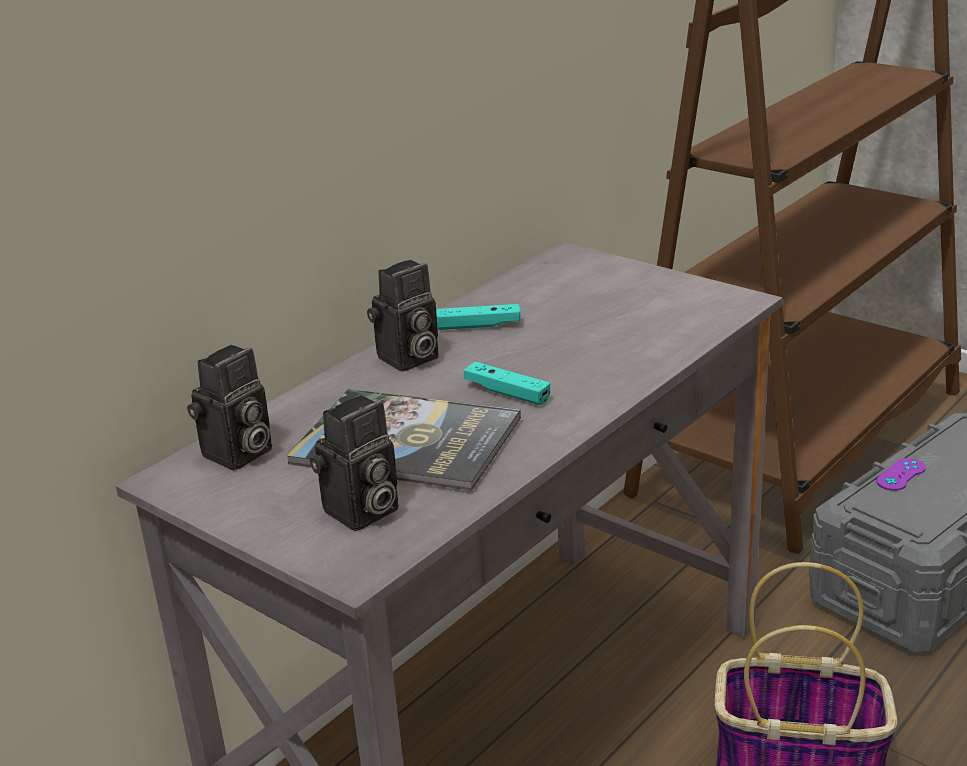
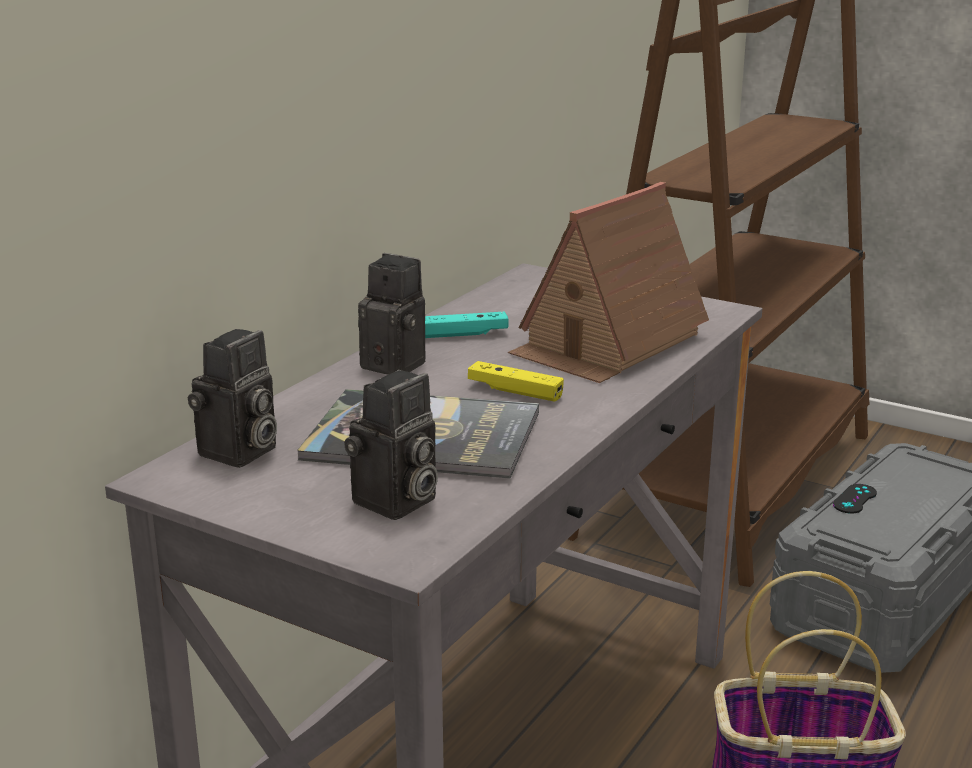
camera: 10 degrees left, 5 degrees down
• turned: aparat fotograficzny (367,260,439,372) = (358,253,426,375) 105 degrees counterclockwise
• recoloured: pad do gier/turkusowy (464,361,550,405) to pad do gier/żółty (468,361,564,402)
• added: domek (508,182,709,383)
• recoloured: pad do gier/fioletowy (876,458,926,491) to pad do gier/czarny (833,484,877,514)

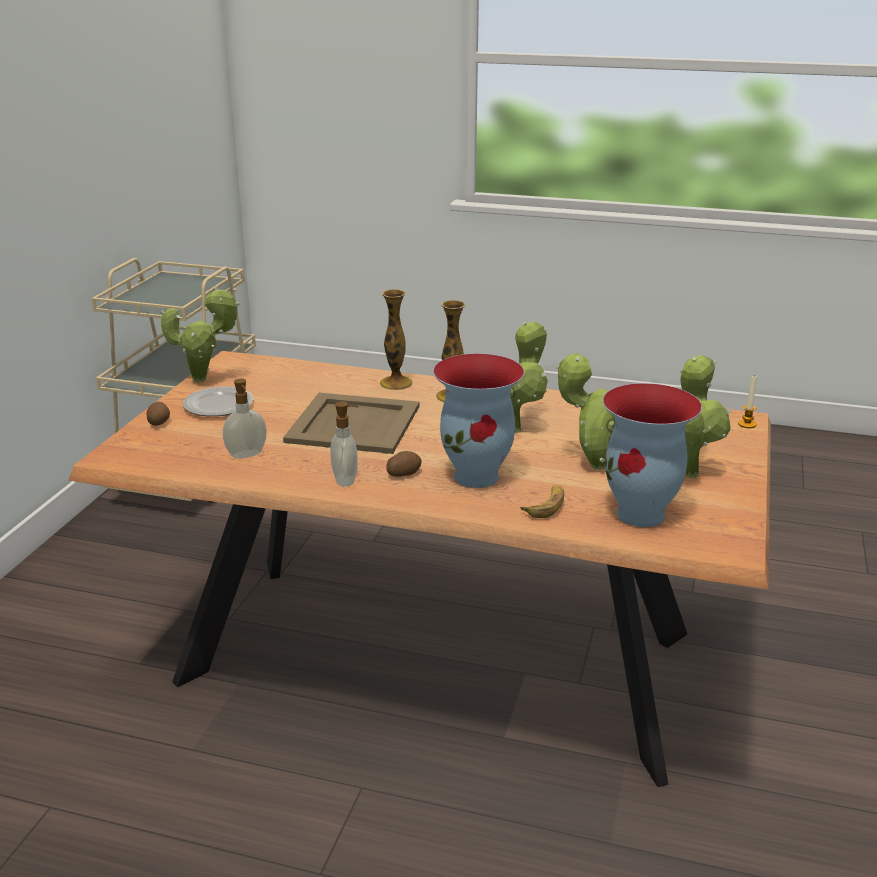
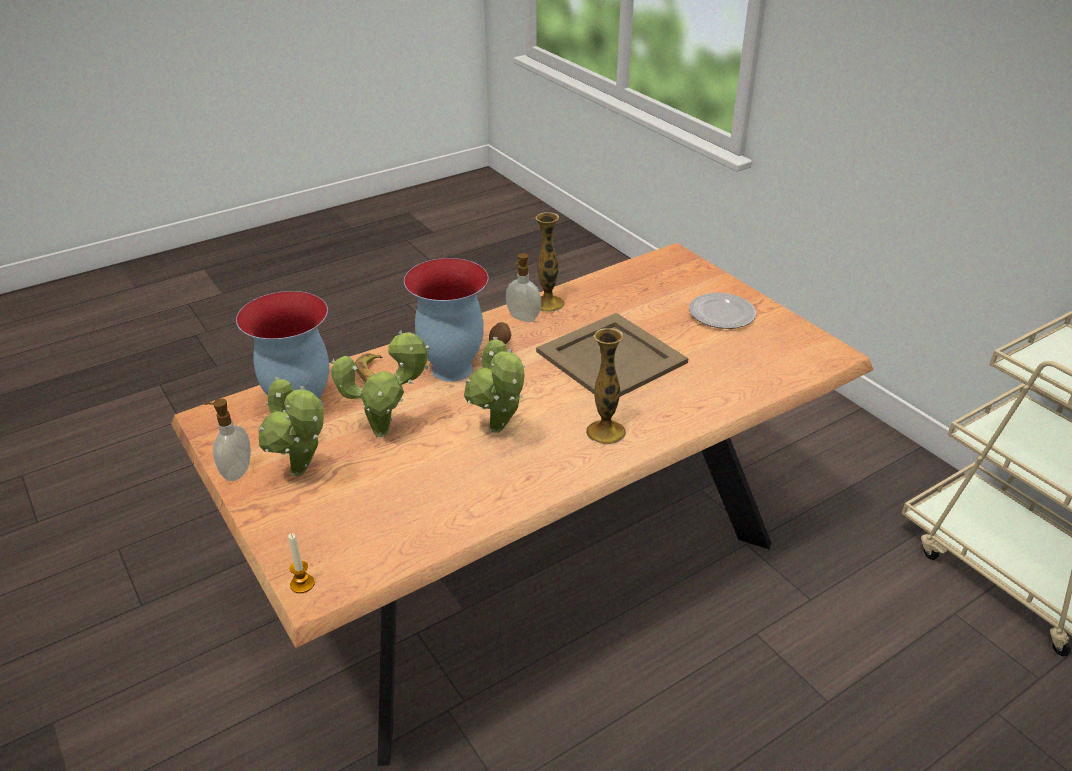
camera: 130 degrees right, 10 degrees up
• moved: dozownik mydła (223,379,267,459) to (204,399,251,481)
• moved: wazon (380,289,412,390) to (535,212,565,312)
• removed: ziemniak (147,402,170,426)
• removed: roślina doniczkowa (161,287,240,383)

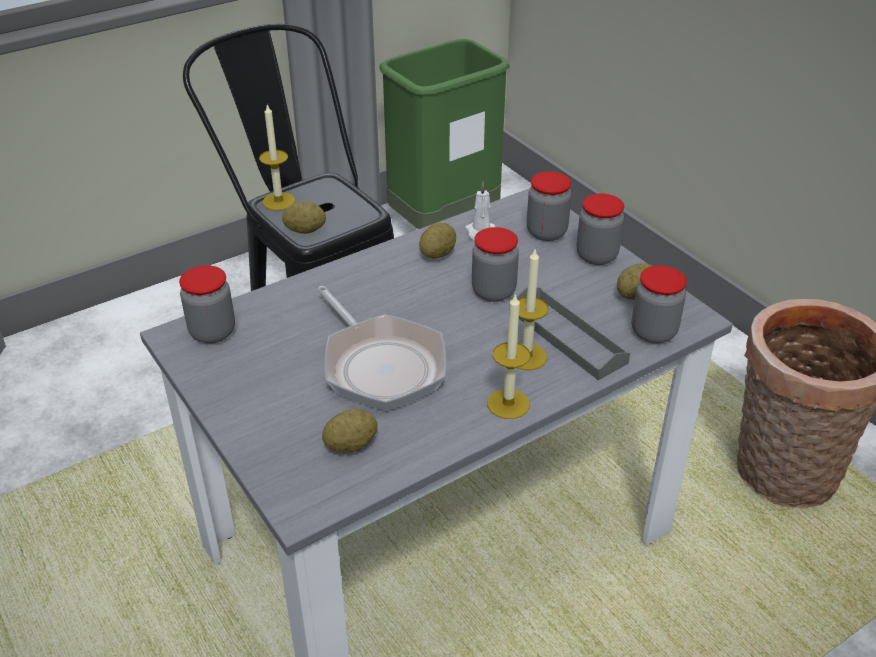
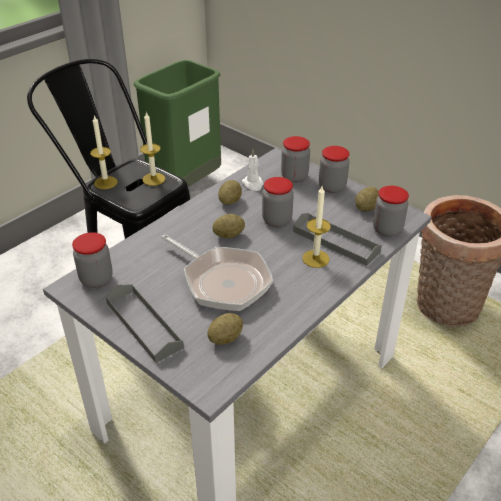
camera: 15 degrees left, 0 degrees up
• added: taca/szary (106,284,184,363)
• moved: świeca (487,293,530,419) to (140,113,165,186)
• moved: ziemniak (282,202,326,234) to (212,214,245,238)

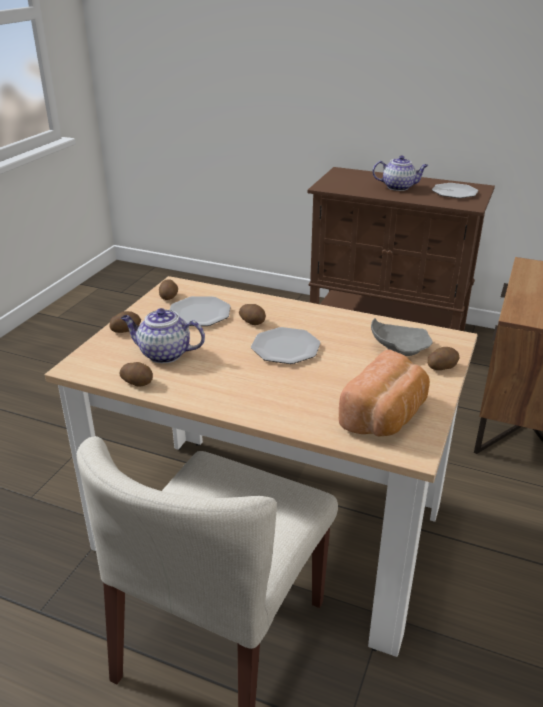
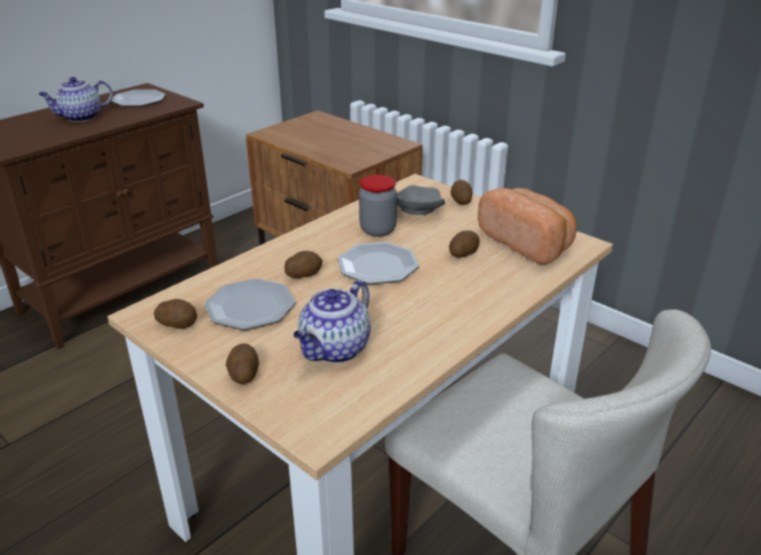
camera: 70 degrees left, 0 degrees up
• turned: imbryk (372,155,428,191) = (39,77,113,122) 150 degrees counterclockwise
• added: słoik (359,175,397,237)
• moved: ziemniak (120,362,153,386) to (449,230,480,258)

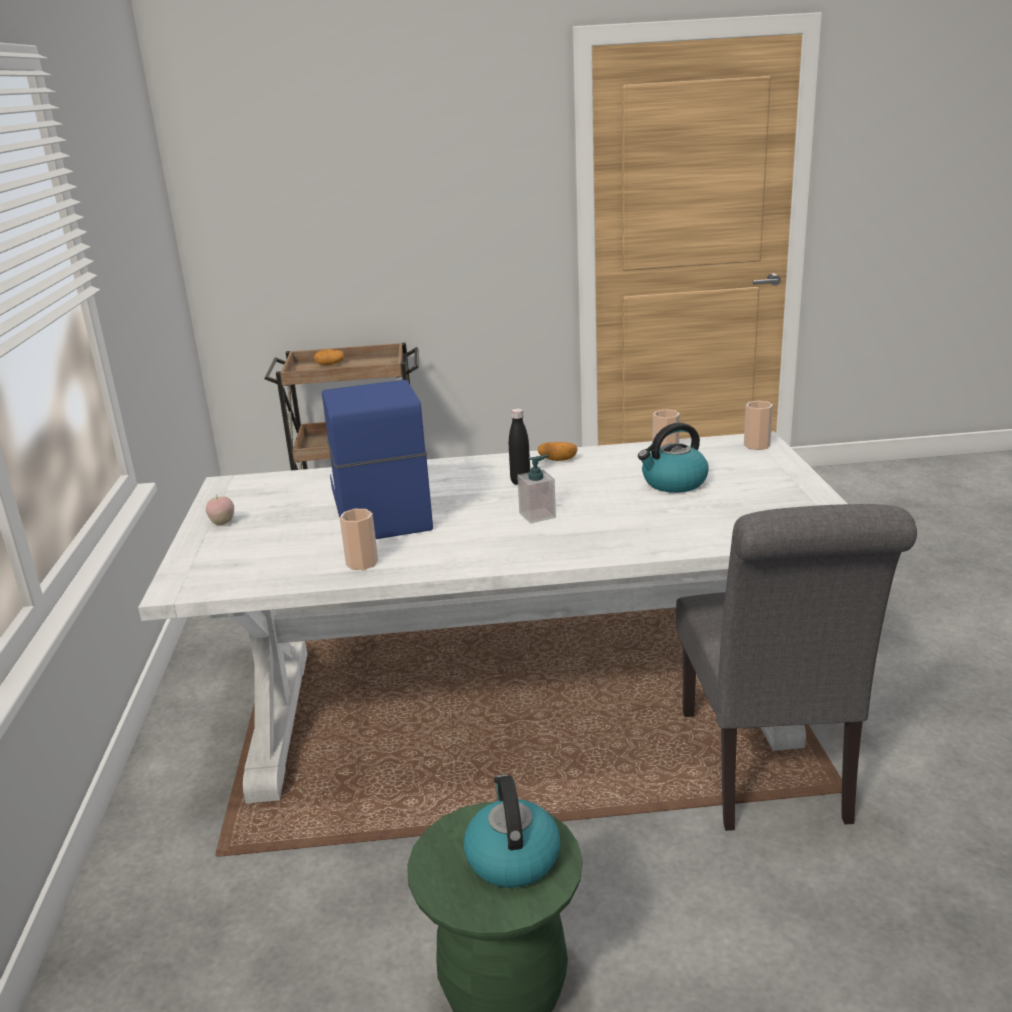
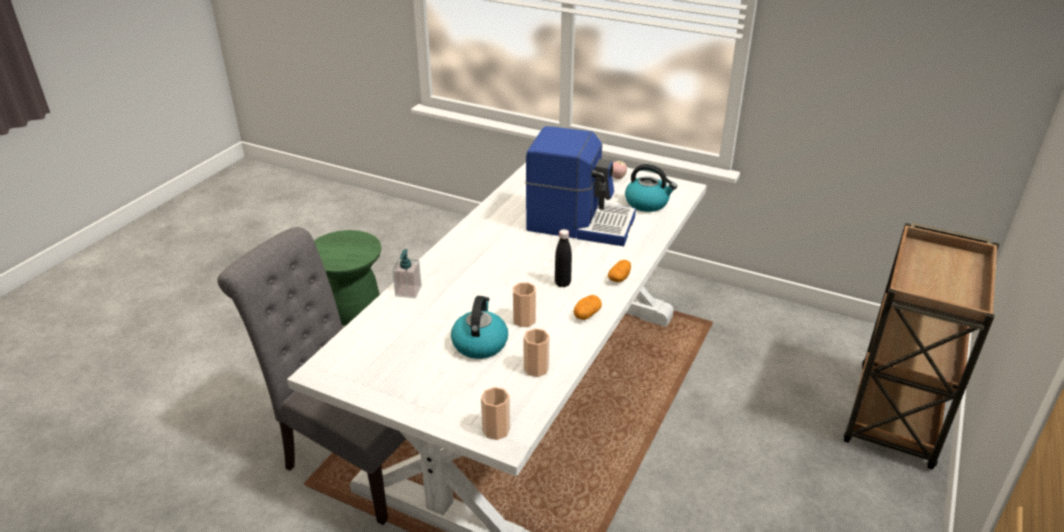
camera: 120 degrees right, 10 degrees up
• moved: dozownik mydła (517,455,556,523) to (392,249,422,298)
• moved: filiżanka (339,509,378,570) to (513,282,536,327)
• moved: ziemniak (314,349,344,365) to (608,260,631,282)
• moved: czajnik (464,775,560,888) to (625,164,677,212)

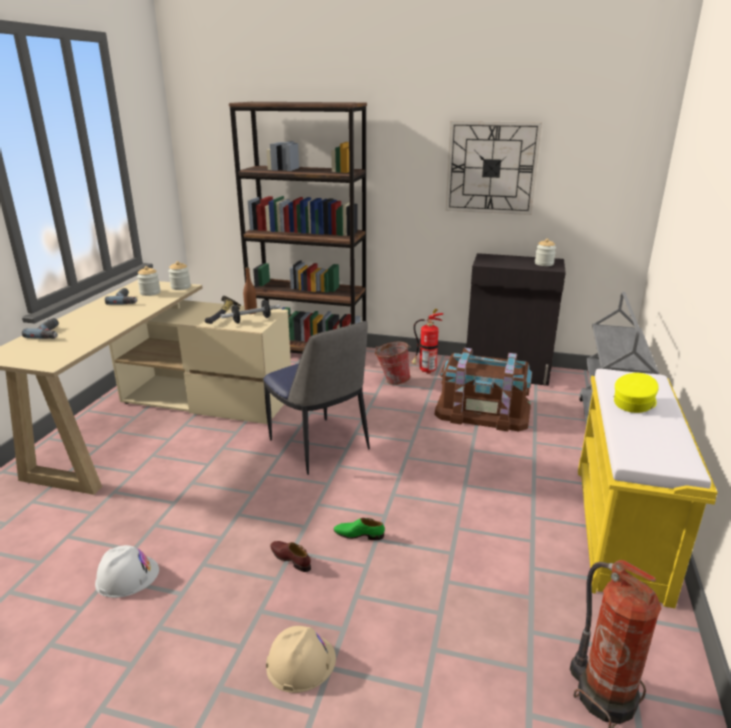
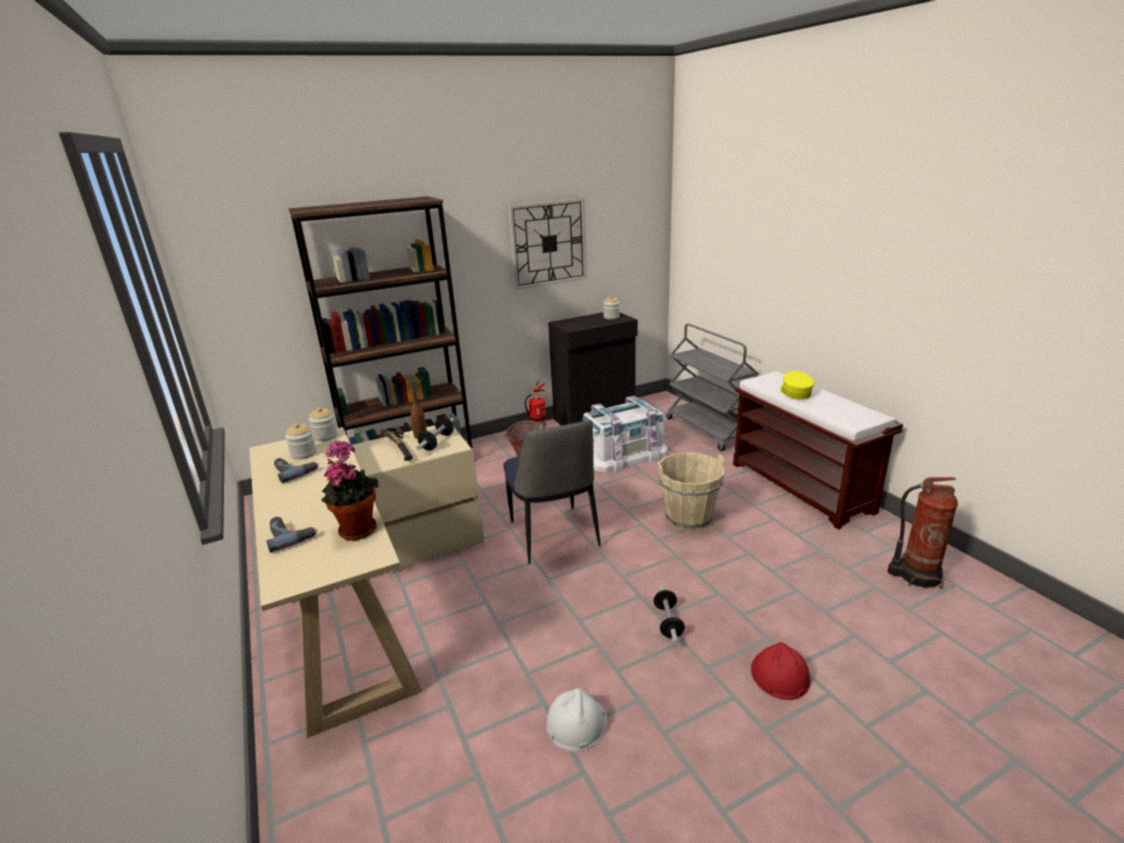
camera: 40 degrees left, 0 degrees up
• added: roślina doniczkowa (321,441,378,541)
• turned: krzesło (263,321,370,475) = (503,420,601,564) 60 degrees clockwise
• recoloured: pojemnik do przechowywania/brązowy (435,348,532,431) to pojemnik do przechowywania/biały (583,396,668,473)
• replaced: but/brązowy (270,541,311,572) to hantel (654,586,685,645)
• added: wiadro/beżowy (657,452,725,530)
• recoloured: ławka/żółty (578,369,718,608) to ławka/brązowy (733,371,903,530)
• recoloured: kask/beżowy (266,626,336,693) to kask/czerwony (751,642,811,700)
• removed: but/zielony (334,518,385,540)

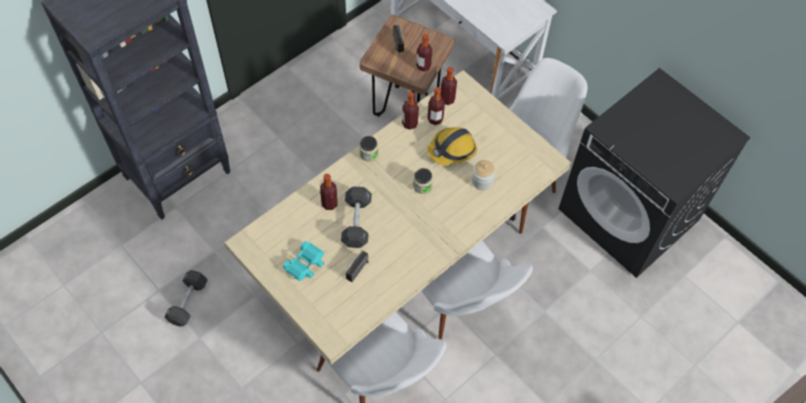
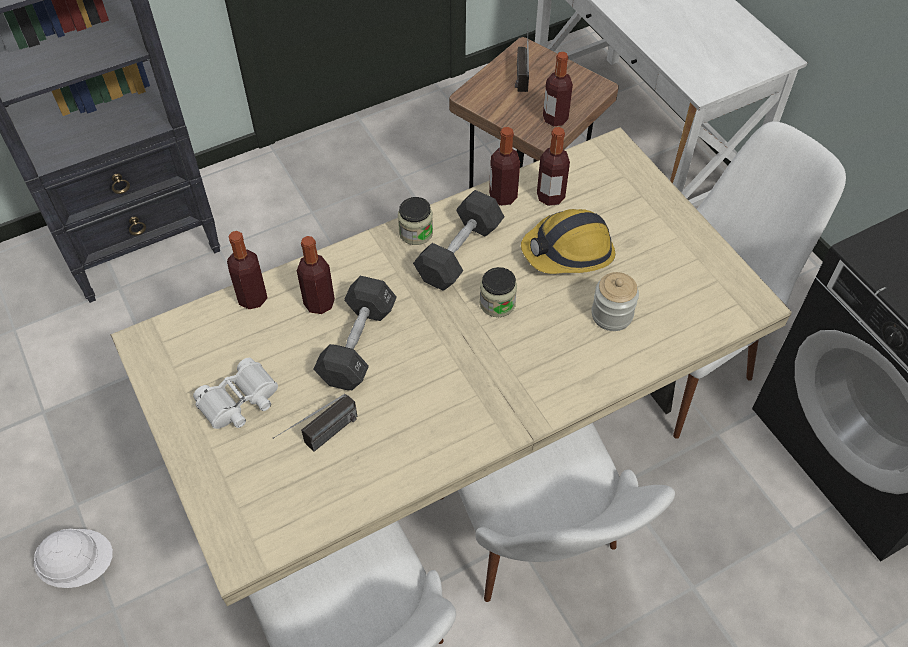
camera: 15 degrees right, 5 degrees down
• added: kask/biały (34,529,113,588)
• recoloured: lornetka/turkusowy (283,241,324,281) to lornetka/biały (193,358,278,429)
• moved: butelka (441,67,457,105) to (227,231,268,309)
• moved: hantel/czarny (165,270,208,327) to (413,190,504,291)

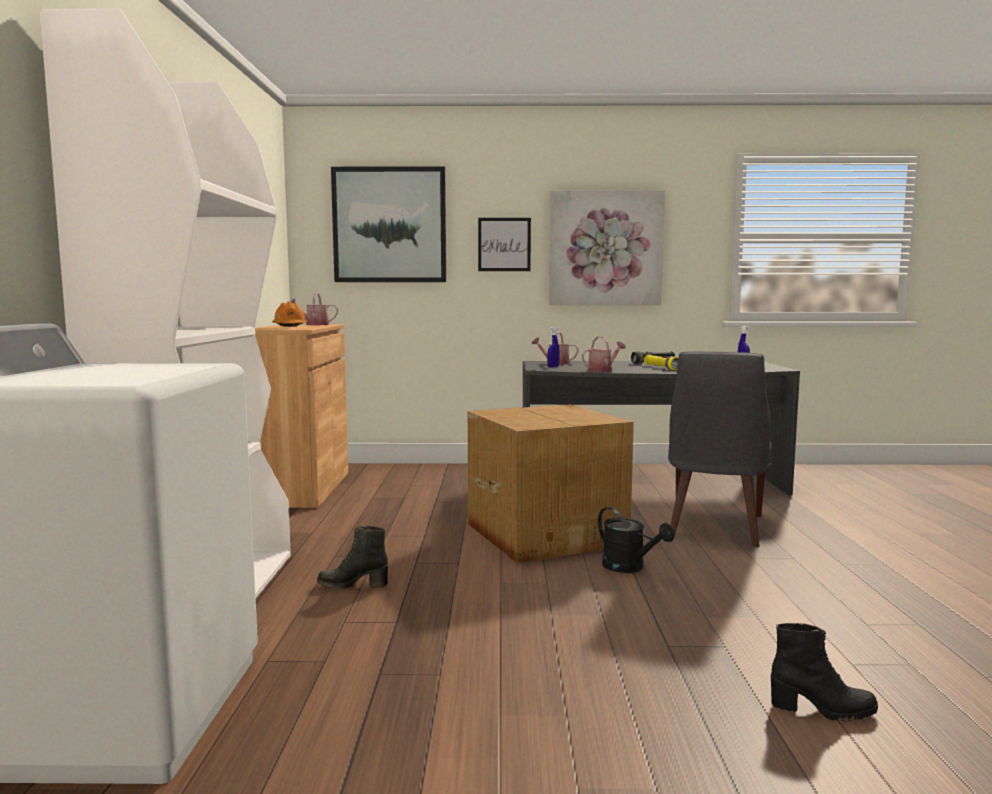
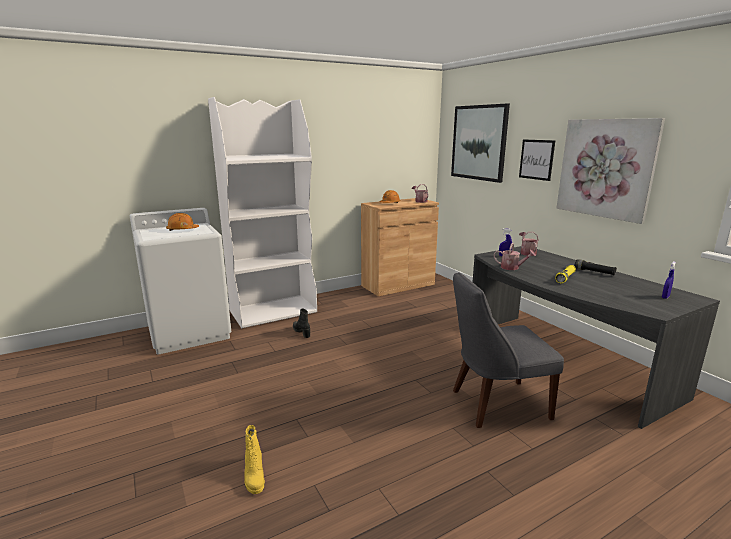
camera: 60 degrees right, 10 degrees up
• added: kask/pomarańczowy (166,213,199,231)
• recoloured: but z cholewką/czarny (771,623,878,722) to but z cholewką/żółty (244,425,265,494)
• removed: karton (468,404,634,563)
• removed: konewka/czarny (598,507,675,573)

